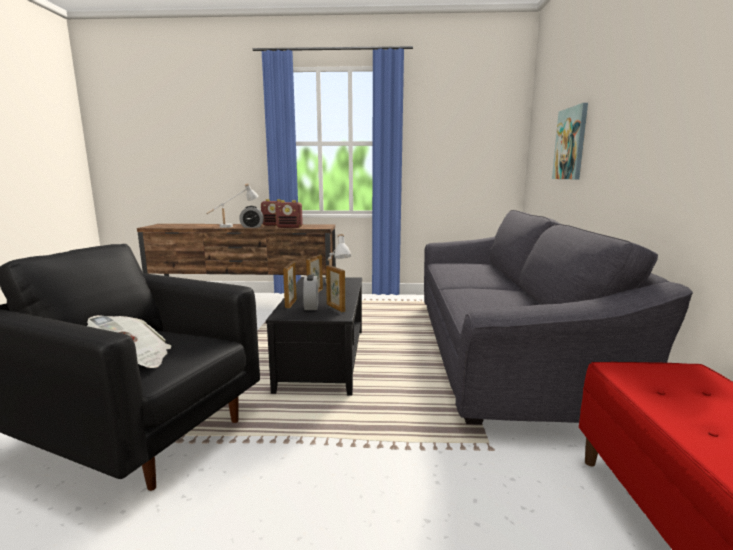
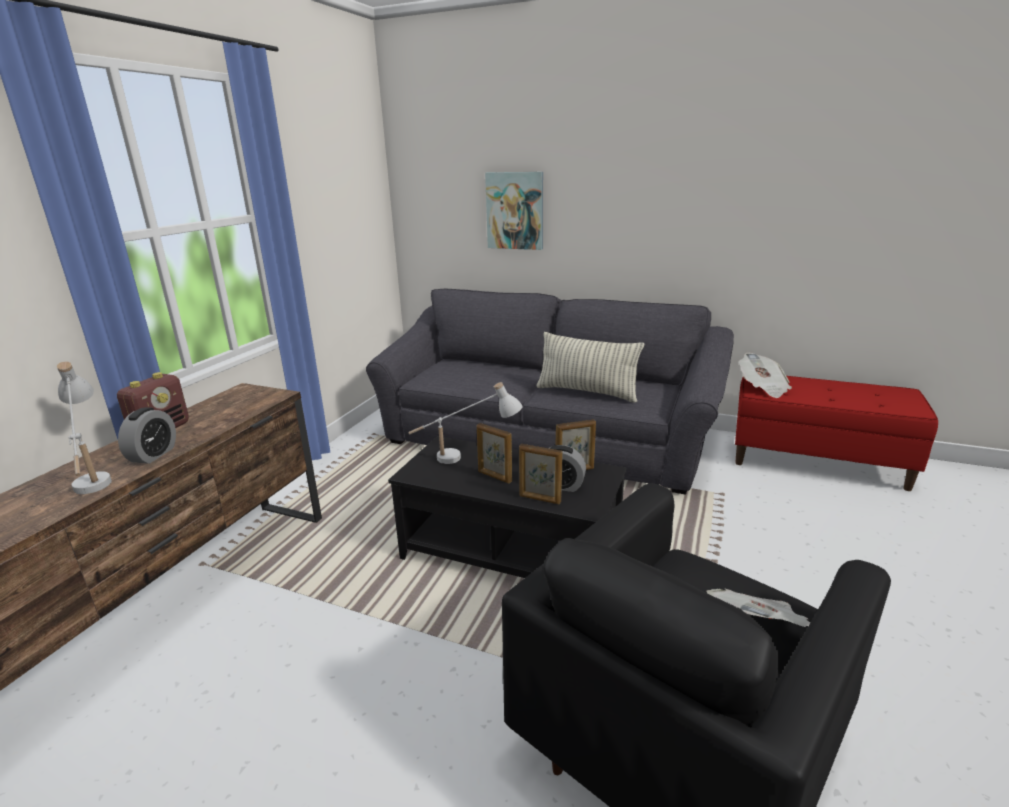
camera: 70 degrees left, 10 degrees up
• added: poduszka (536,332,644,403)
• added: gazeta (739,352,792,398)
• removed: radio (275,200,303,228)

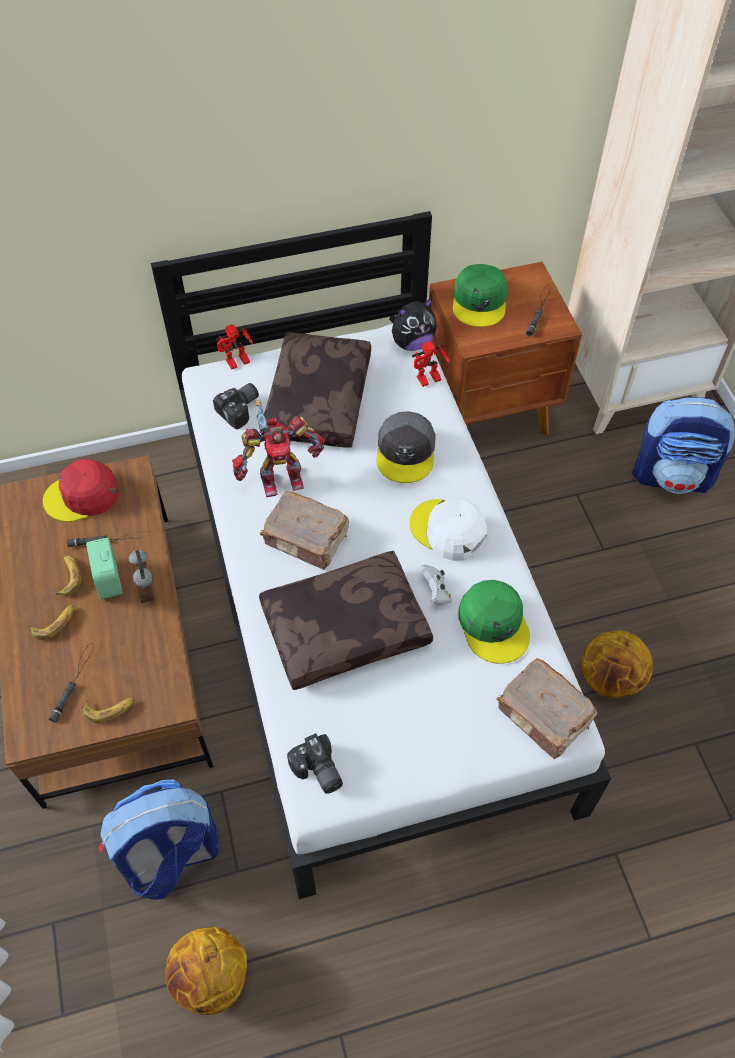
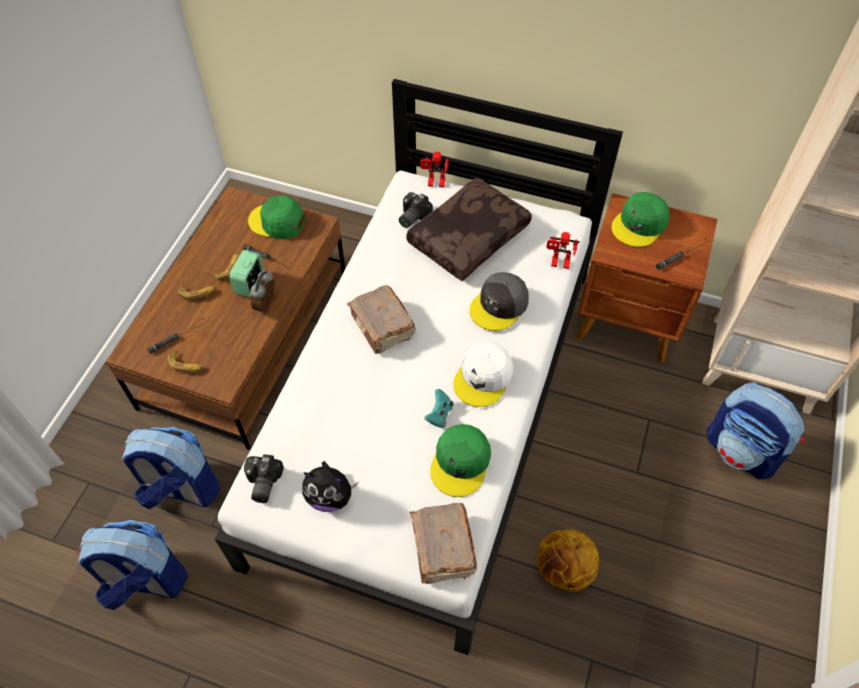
camera: 35 degrees right, 0 degrees up
• replaced: piłka do koszykówki (165,927,247,1015) to plecak (76,520,188,610)
• recoloured: czapka z daszkiem/czerwony (43,459,119,522) to czapka z daszkiem/zielony (248,196,305,239)
• moved: pluszak (389,298,437,351) to (302,461,358,512)
• turned: aparat fotograficzny (213,383,259,429) = (399,192,433,228) 135 degrees clockwise
• recoloured: pad do gier/biały (419,564,452,605) to pad do gier/turkusowy (424,389,454,428)
• turned: czapka z daszkiem/biały (410,497,487,561) = (453,342,513,407) 135 degrees counterclockwise
• removed: robot zabawkowy (232,400,325,497)
• removed: poduszka/brązowy (259,551,433,690)

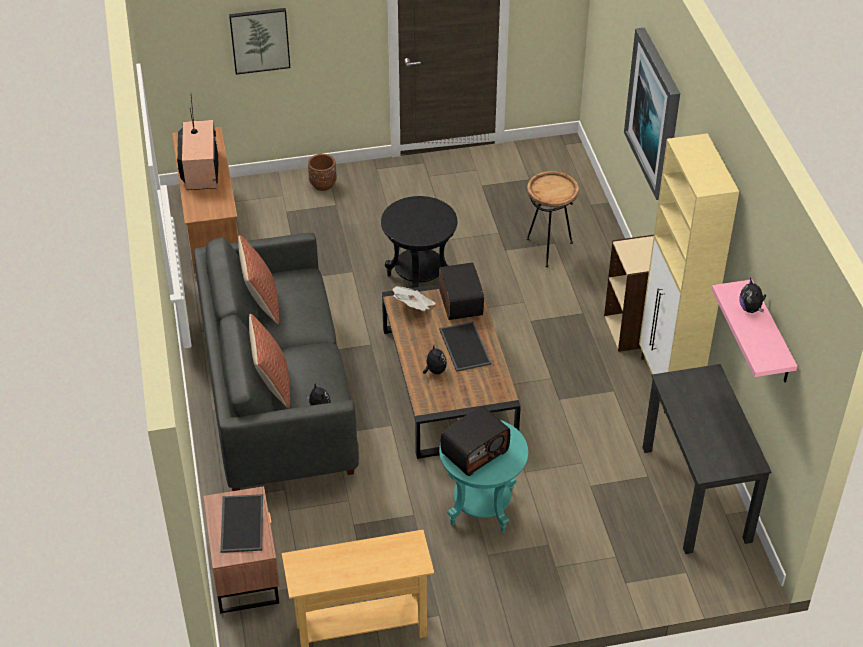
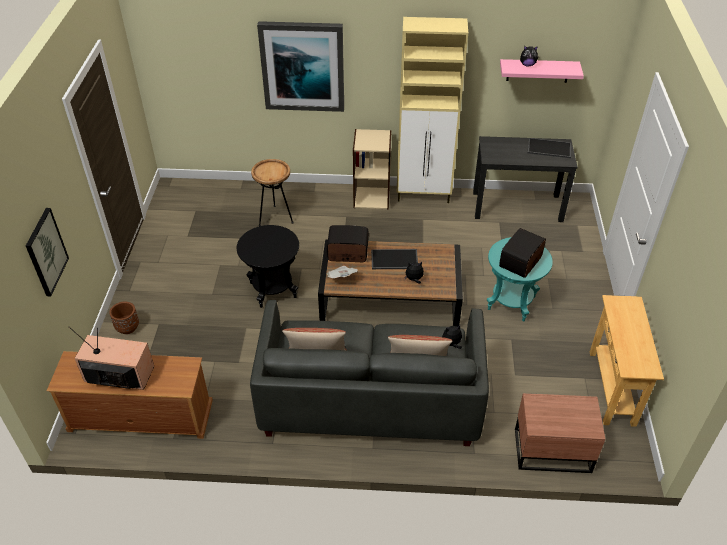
camera: 75 degrees left, 0 degrees up
• turned: radio (440,406,510,476) = (499,228,546,278) 120 degrees counterclockwise
• moved: taca (220,494,263,553) to (528,138,571,158)

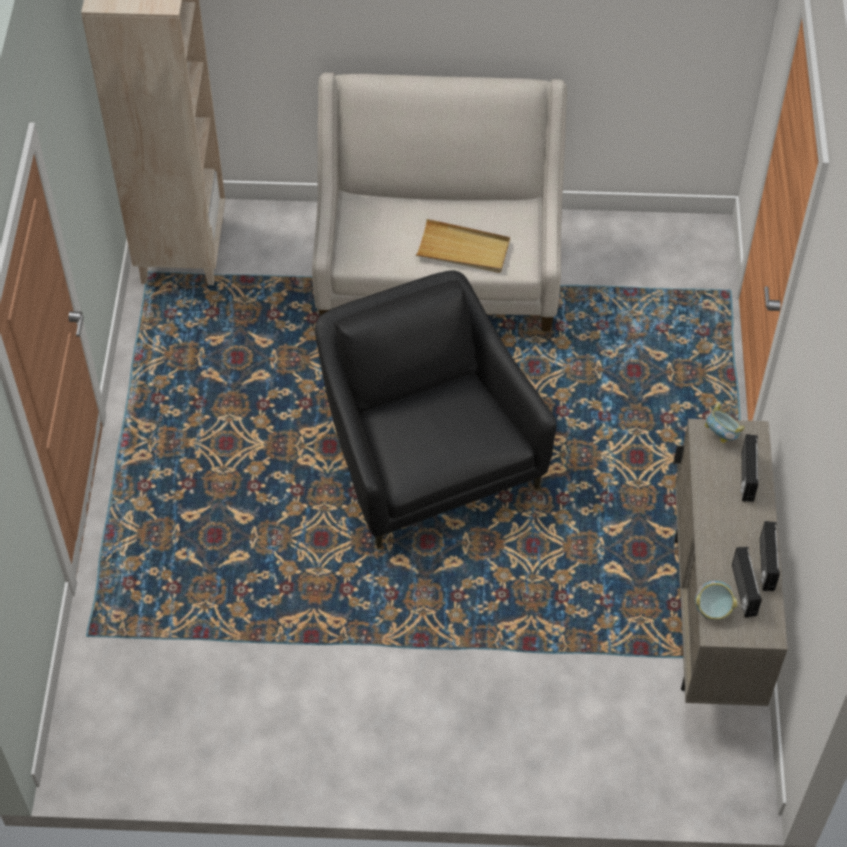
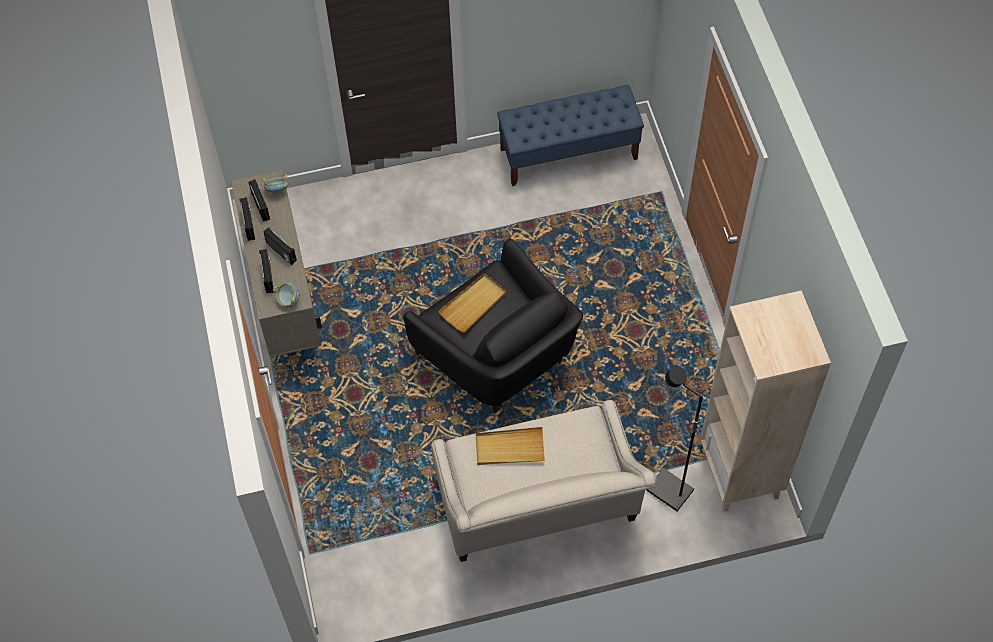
camera: 165 degrees right, 5 degrees up
• added: radio (263,227,297,265)
• added: taca/beżowy (439,273,507,333)
• added: ławka/niebieski (497,85,644,186)
• added: lampa stojąca/czarny (646,366,703,511)

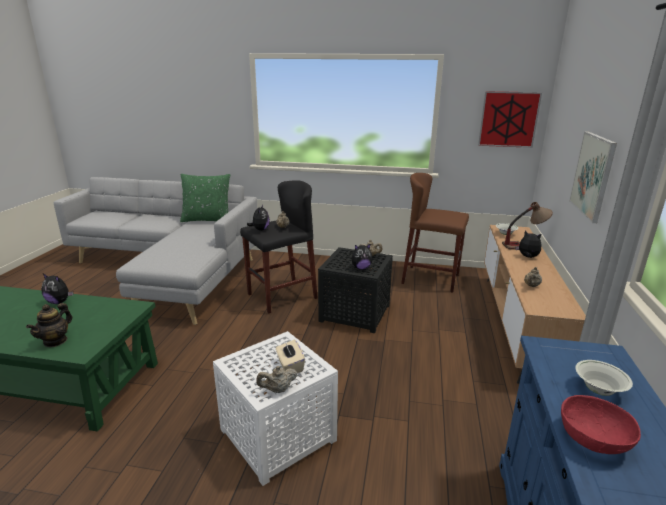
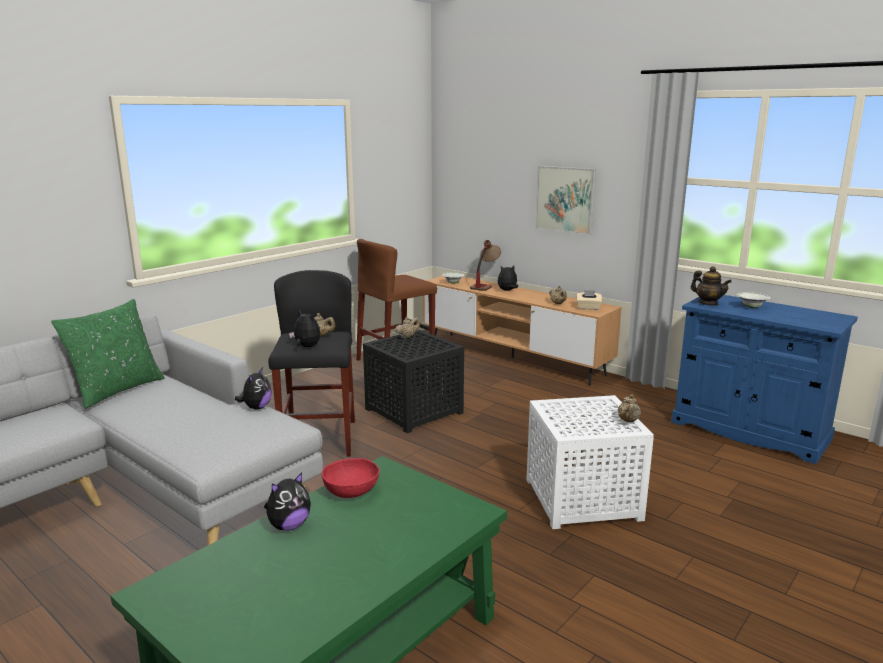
camera: 60 degrees left, 5 degrees down
• moved: pluszak (352,244,373,270) to (235,368,271,410)
• moved: miska/czerwony (561,395,641,454) to (322,458,380,498)
• moved: pudełko chusteczek/beżowy (276,340,305,373) to (576,290,602,310)
• moved: imbryk (26,303,72,347) to (691,266,732,306)
• removed: obraz (478,91,542,148)

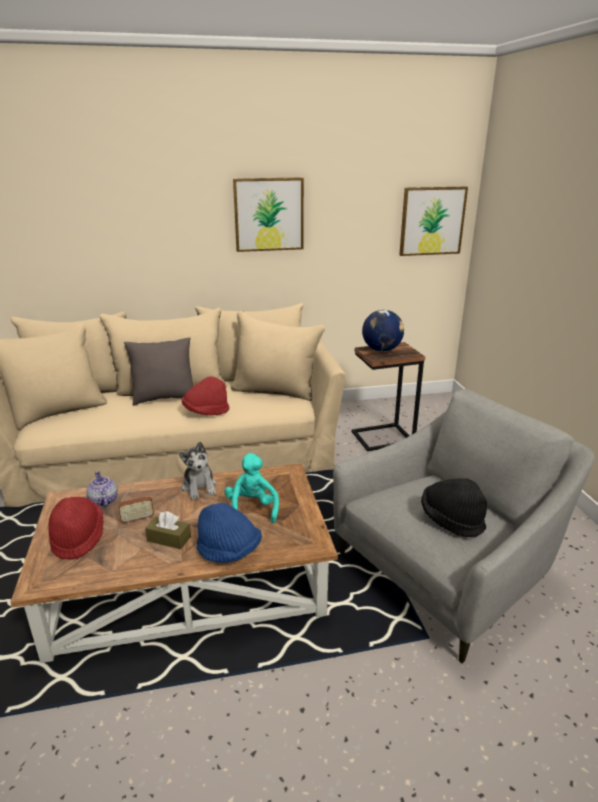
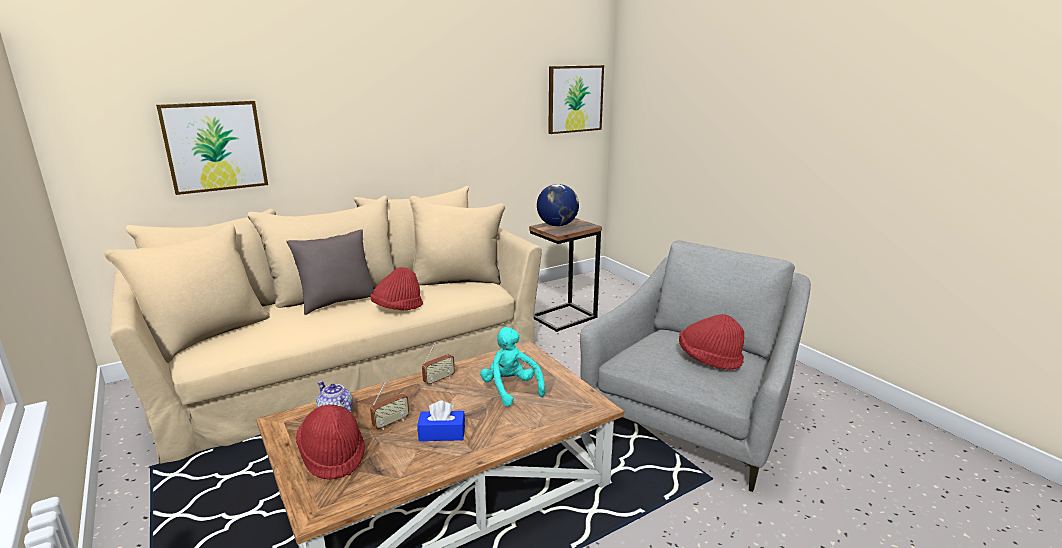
camera: 20 degrees left, 5 degrees down
• moved: obraz (233,177,304,252) to (156,101,268,195)
• recoloured: pudełko chusteczek/brązowy (145,511,191,549) to pudełko chusteczek/niebieski (417,400,465,441)
• replaced: pluszak (179,442,216,500) to radio (422,342,455,385)
• recoloured: kapelusz/czarny (421,478,487,537) to kapelusz/czerwony (679,314,744,370)
• removed: kapelusz/niebieski (197,503,262,563)

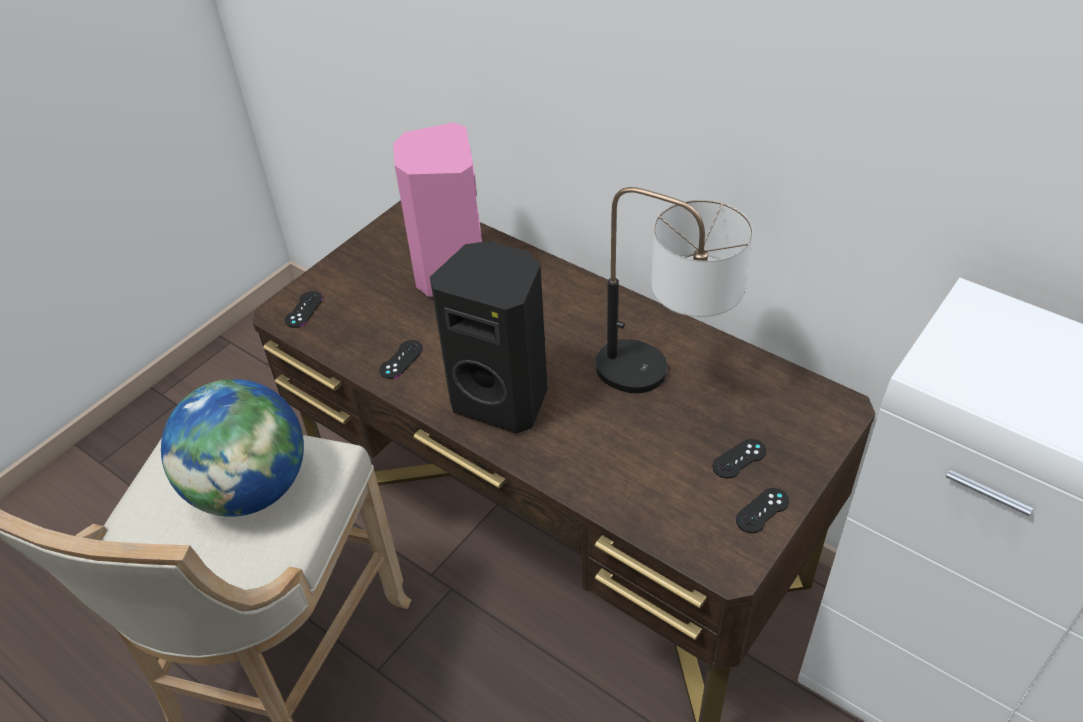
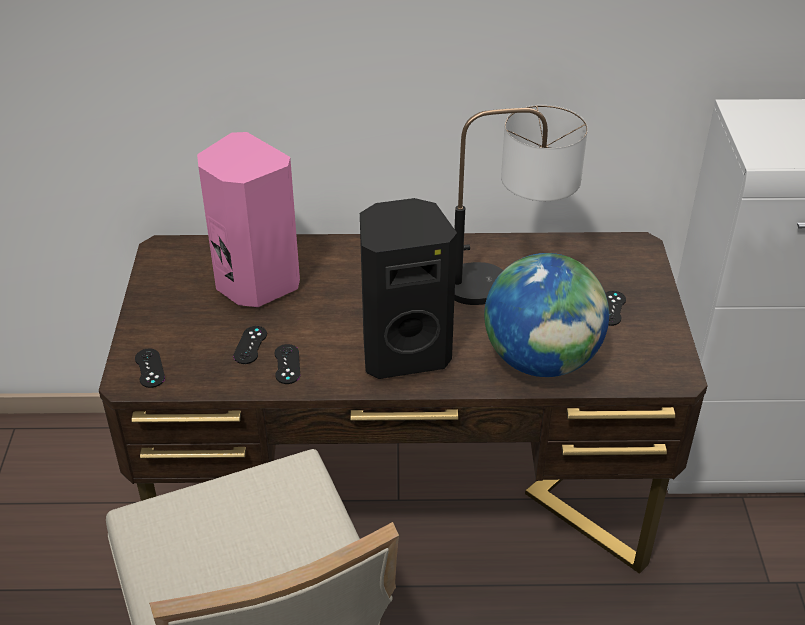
camera: 40 degrees left, 5 degrees down
• moved: pad do gier/czarny (736,488,789,533) to (233,326,267,364)
• moved: globus (161,379,304,517) to (484,253,609,377)

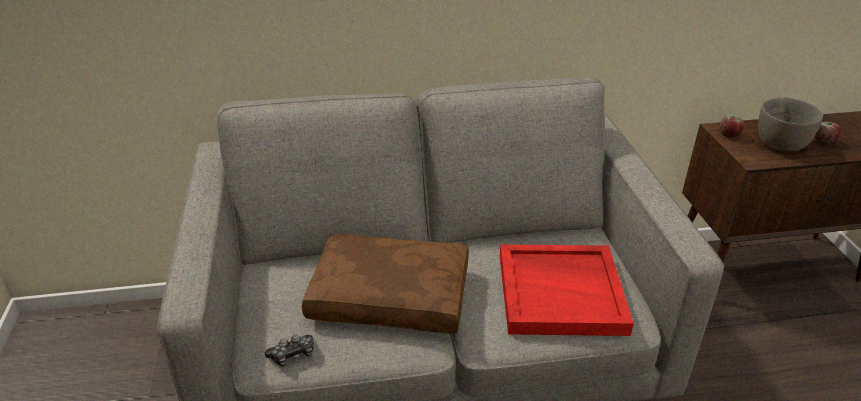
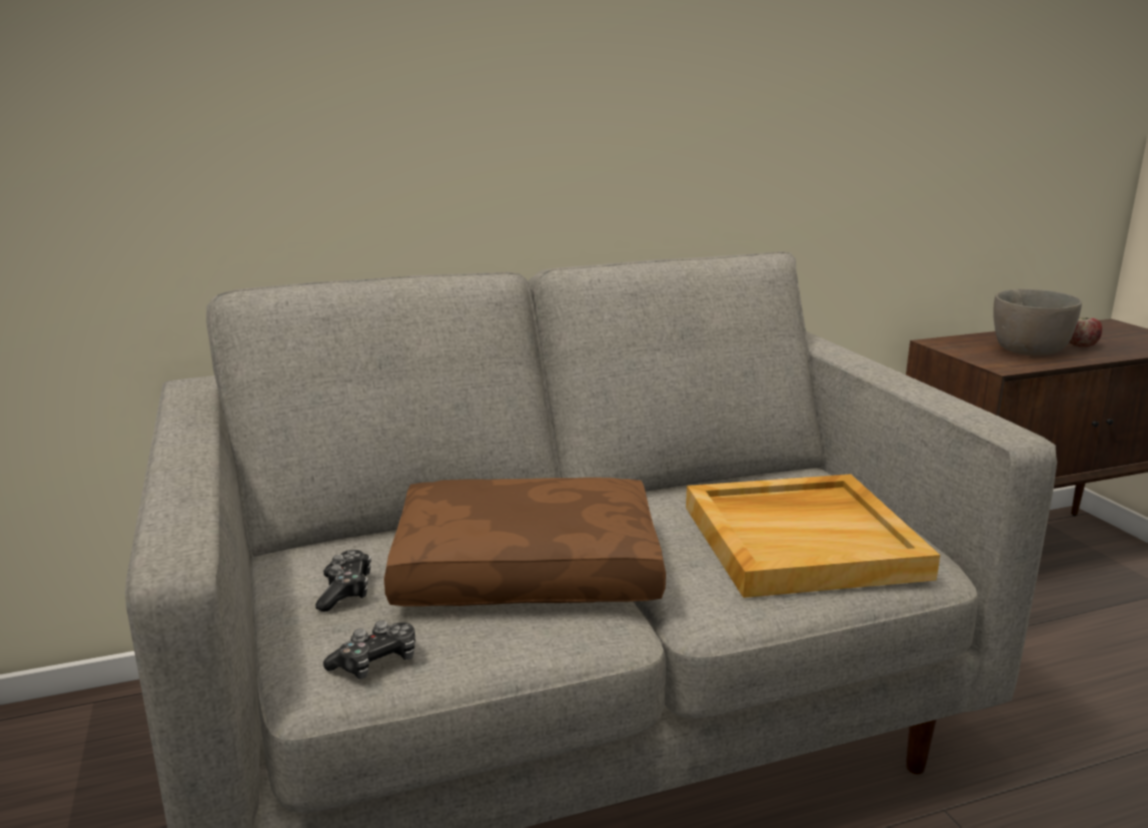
camera: 10 degrees left, 15 degrees down
• added: pad do gier (315,550,371,612)
• recoloured: taca/czerwony (500,244,634,336) to taca/beżowy (686,474,940,598)
• removed: jabłko (720,115,744,137)

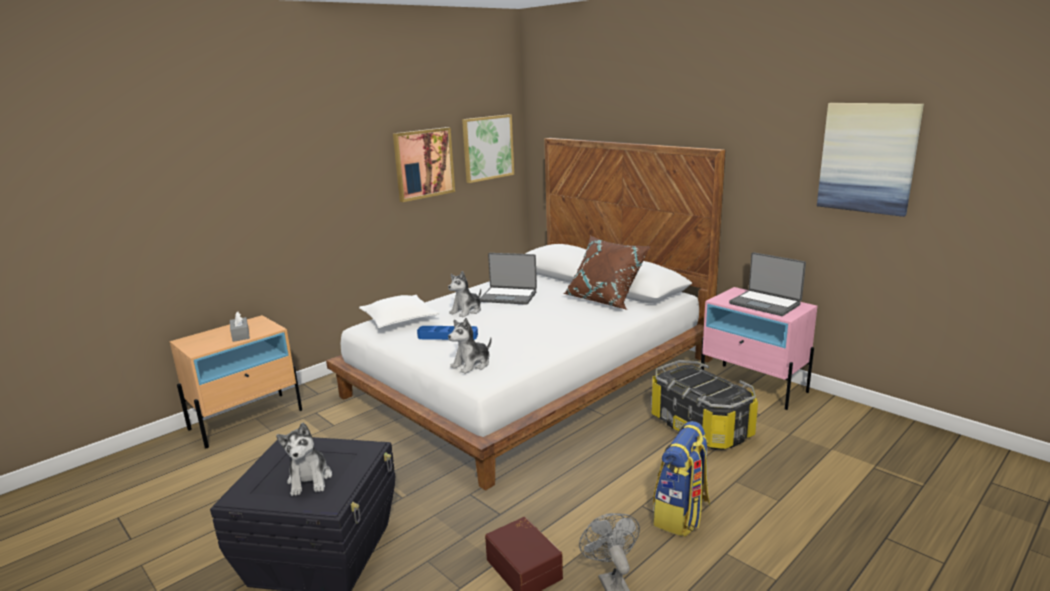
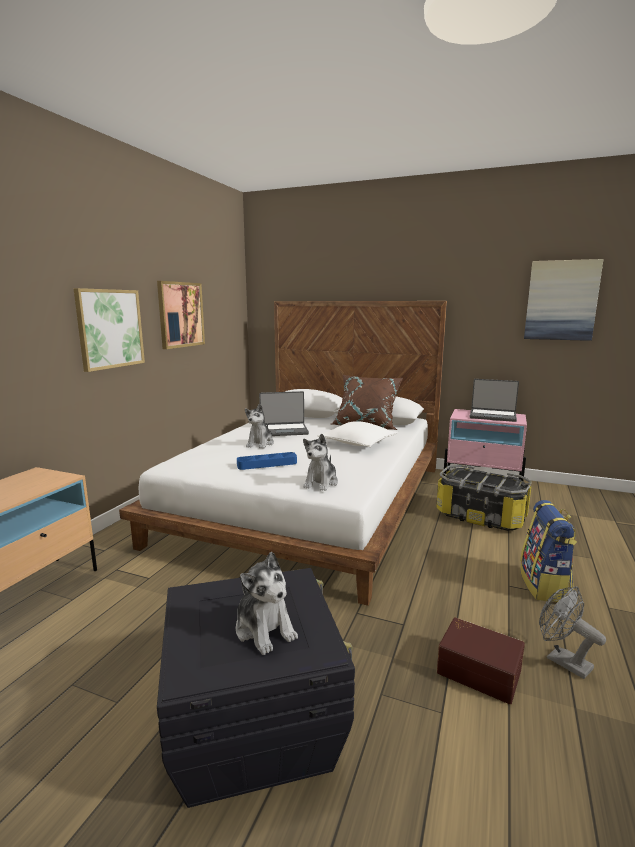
camera: 25 degrees left, 5 degrees down
• moved: obraz (462,114,514,183) to (73,288,145,372)
• moved: poduszka/biały (359,295,439,328) to (318,421,398,447)
• removed: pudełko chusteczek/szary (230,311,250,342)

